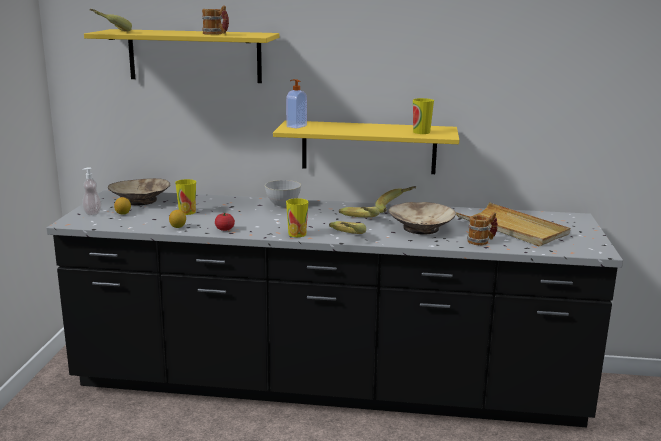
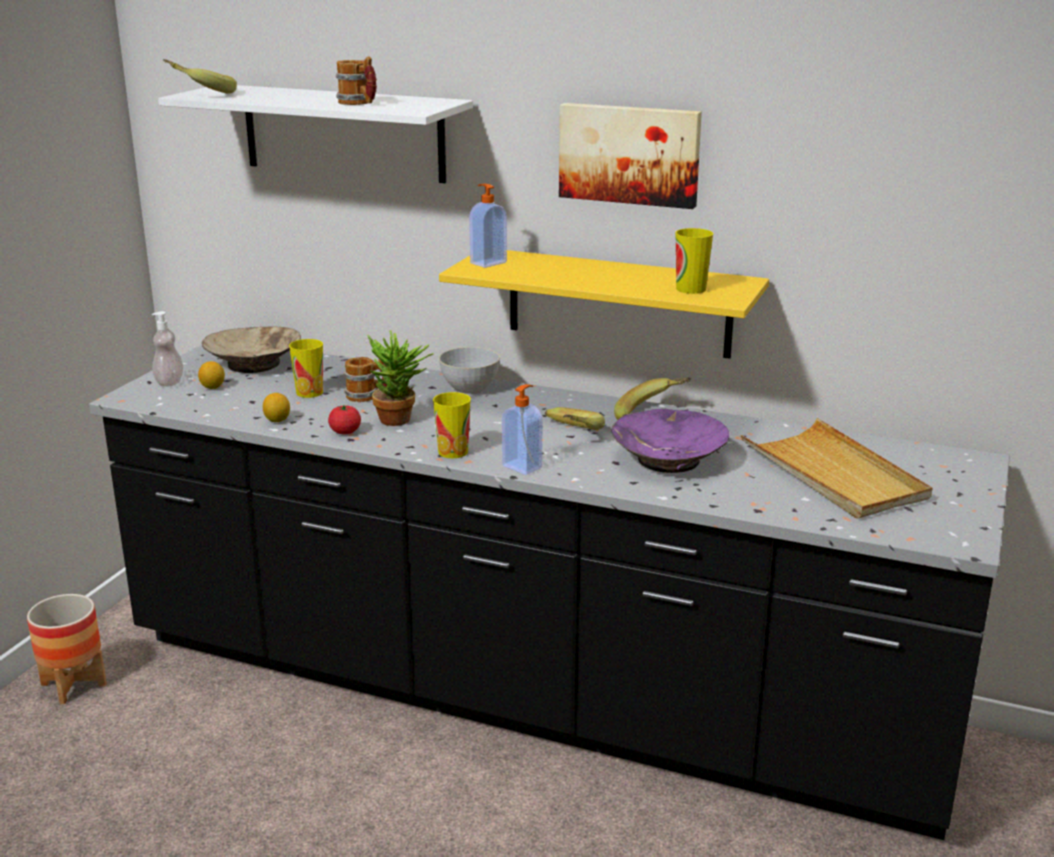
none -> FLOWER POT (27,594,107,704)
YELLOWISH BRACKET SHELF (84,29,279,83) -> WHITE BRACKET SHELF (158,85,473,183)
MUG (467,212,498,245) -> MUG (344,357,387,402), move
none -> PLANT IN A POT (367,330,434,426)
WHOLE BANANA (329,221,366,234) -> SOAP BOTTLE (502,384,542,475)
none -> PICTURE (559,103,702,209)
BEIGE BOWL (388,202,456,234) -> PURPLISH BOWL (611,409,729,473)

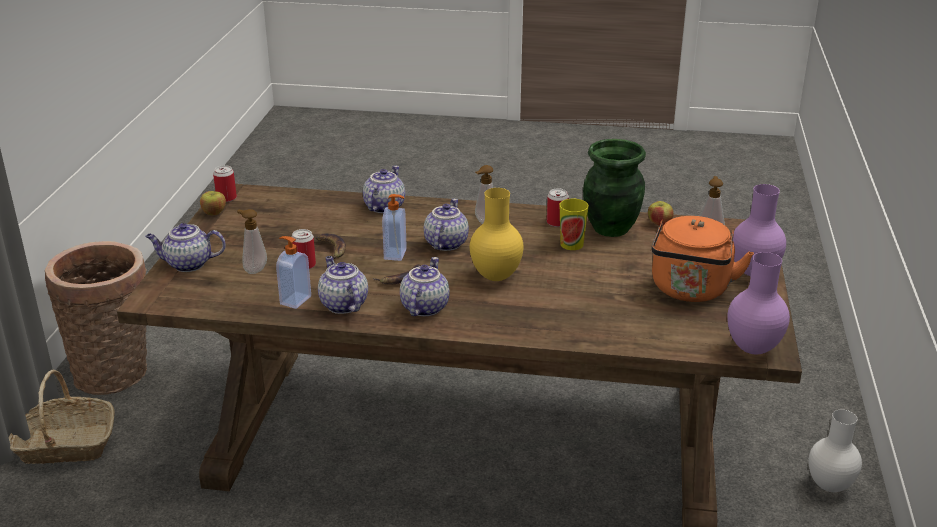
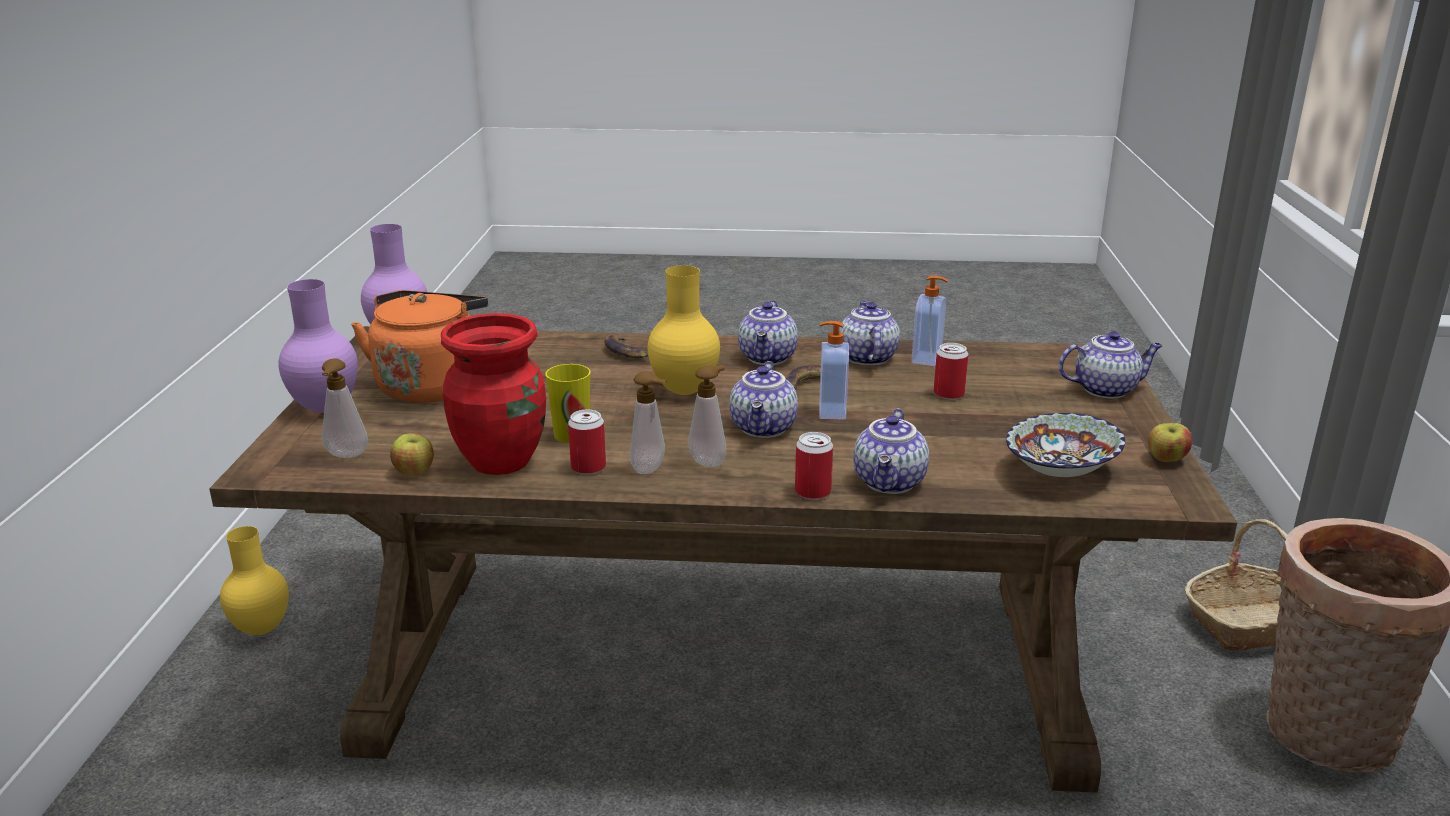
WHITE FLOWER VASE (809,409,862,492) -> YELLOWISH FLOWER VASE (220,526,289,635)
GREENISH FLOWER VASE (583,139,646,237) -> RED-COLOURED FLOWER VASE (441,313,546,475)
WHOLE BANANA (316,233,346,259) -> WHOLE BANANA (604,335,648,358), move
SOAP BOTTLE (237,209,267,274) -> SOAP BOTTLE (630,371,667,474), move
CAN (213,165,237,202) -> CAN (795,432,833,499), move
TEAPOT (318,256,368,314) -> TEAPOT (839,301,900,365), 150 degrees counterclockwise
none -> BOWL (1006,413,1125,477)

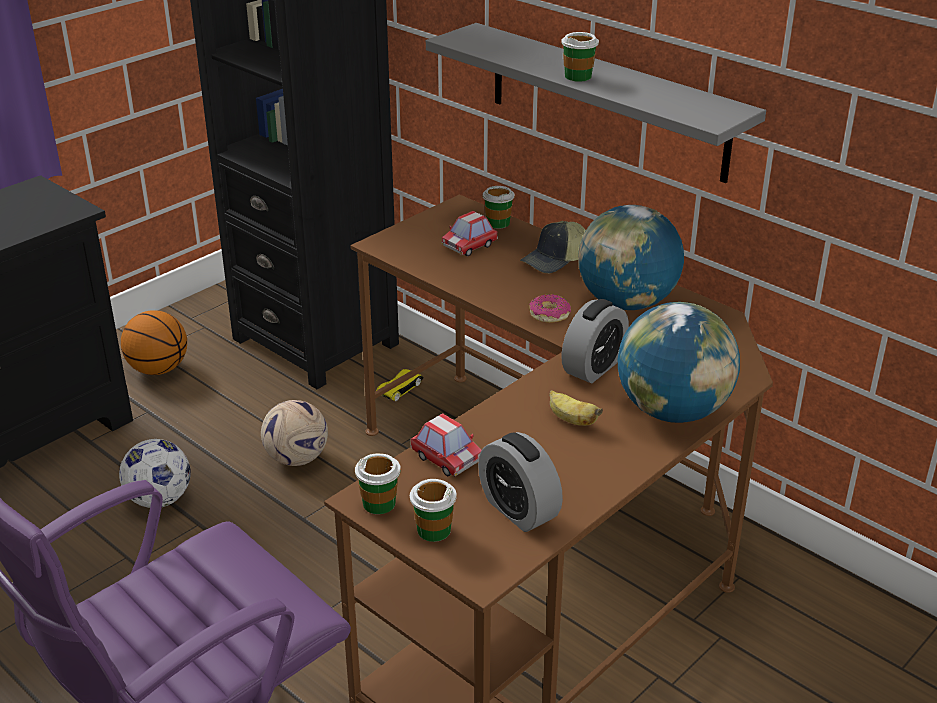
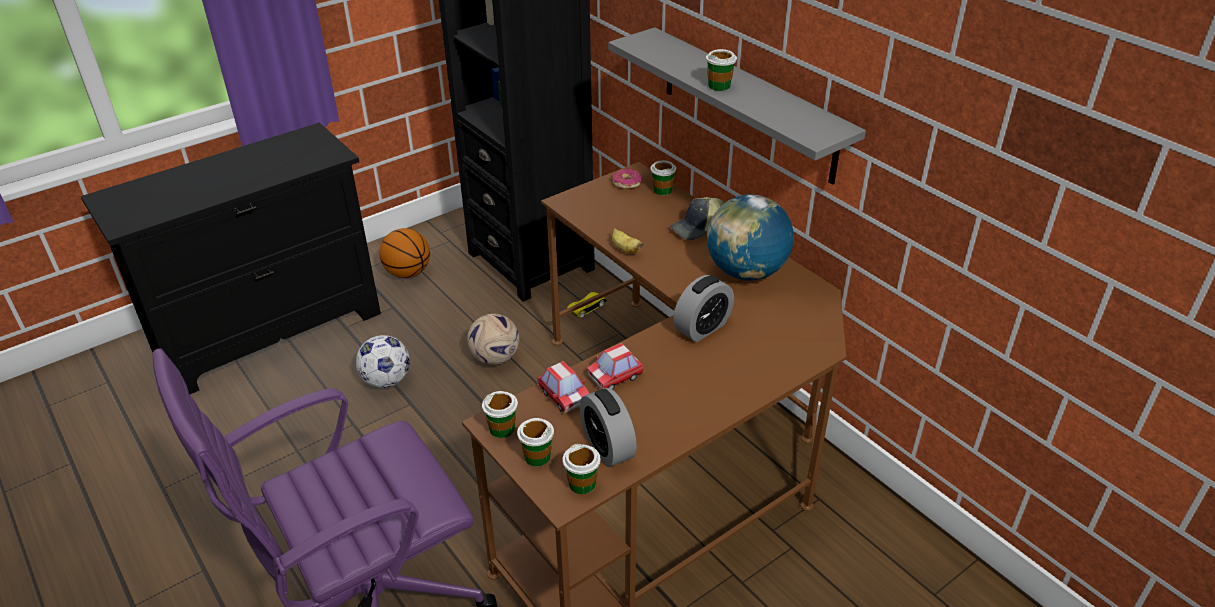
none -> CUP (563,444,601,494)
TOY CAR (442,211,498,256) -> TOY CAR (587,343,644,390), move
WHOLE BANANA (549,390,603,426) -> WHOLE BANANA (612,228,644,254), move
DONUT (529,294,571,323) -> DONUT (613,169,642,189), move
GLOBE (618,302,740,423) -> none

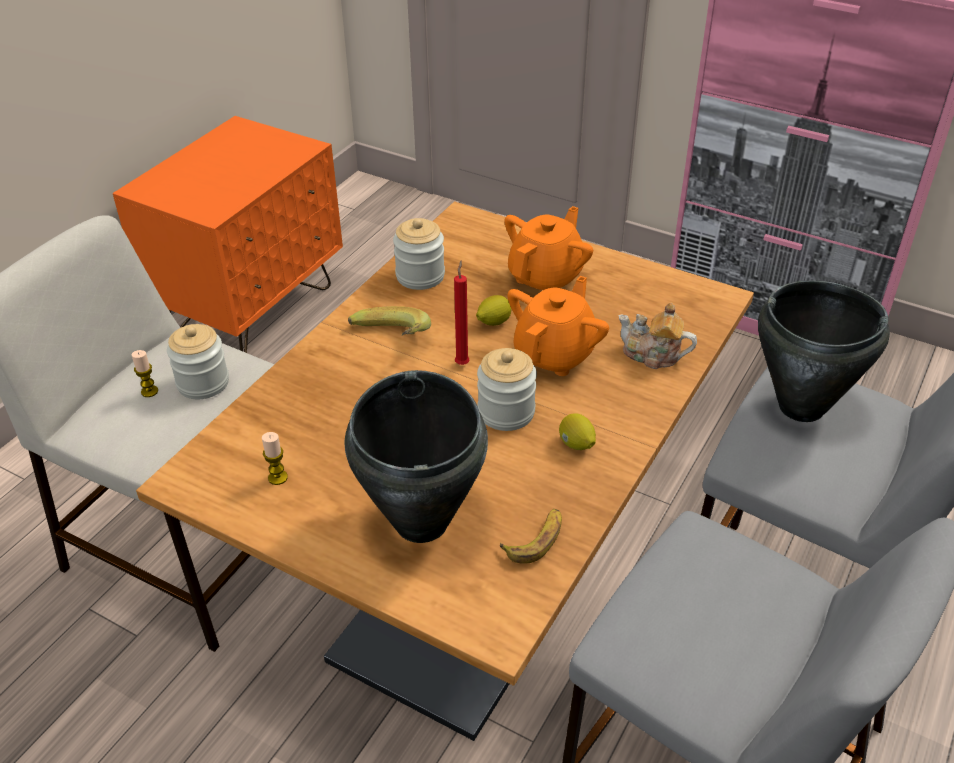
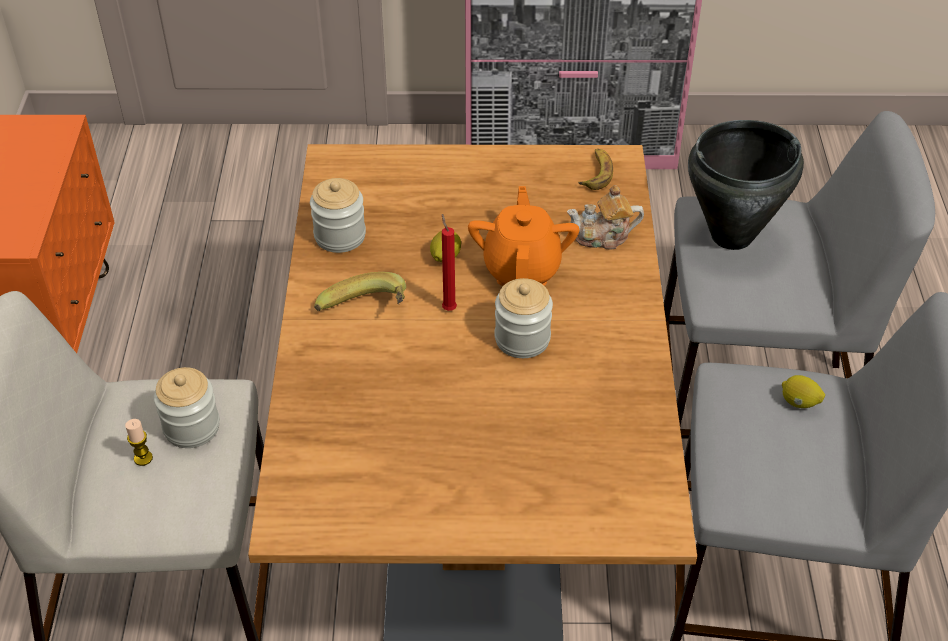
WHOLE BANANA (500,509,562,564) -> WHOLE BANANA (578,149,613,190), move
WHOLE LEMON (559,413,596,450) -> WHOLE LEMON (782,375,825,408), move
WAX CANDLE (262,432,288,485) -> none
BLACK-COLOURED COOKING POT (345,370,488,543) -> none
ORANGE TEAPOT (504,206,593,290) -> none

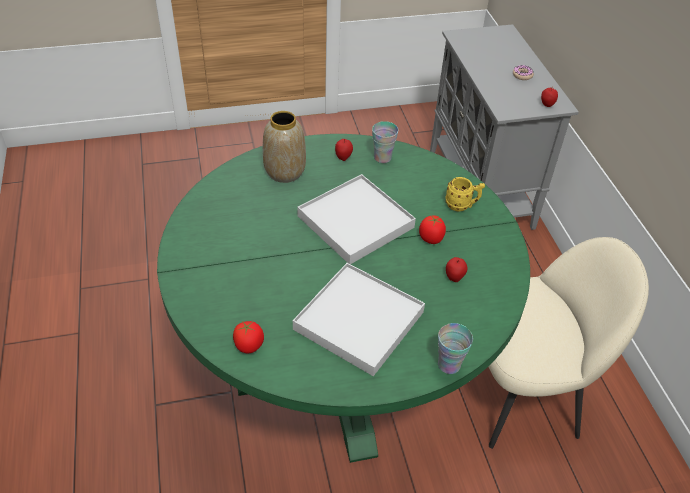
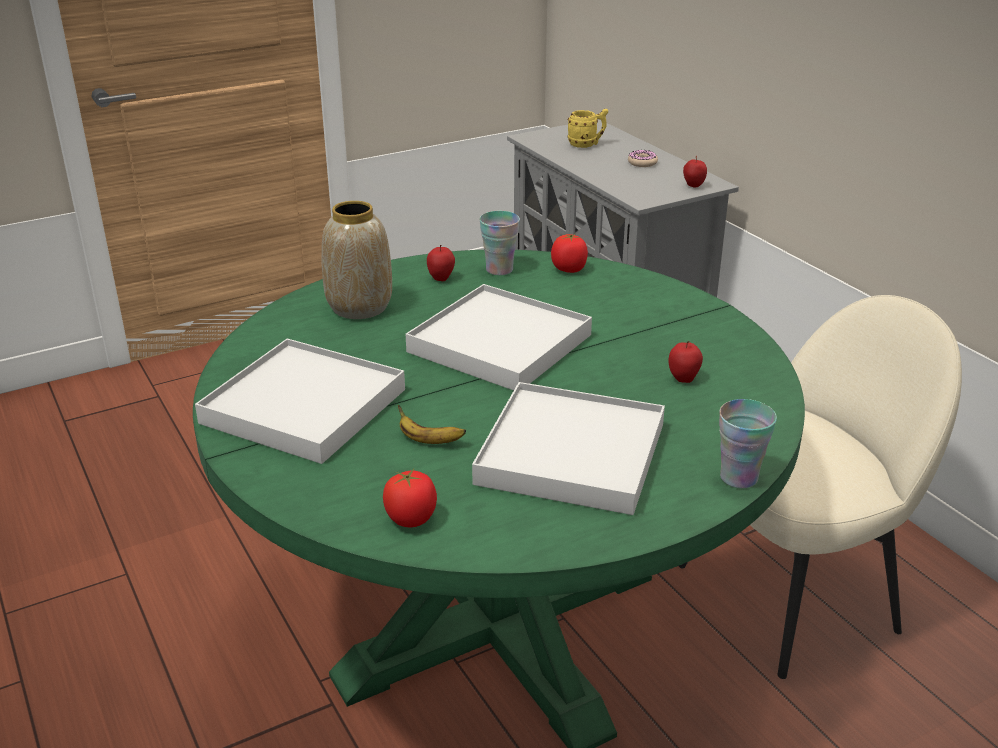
none -> WHITE SERVING TRAY (195,338,405,464)
none -> WHOLE BANANA (398,405,466,444)
WHOLE TOMATO (419,215,446,244) -> WHOLE TOMATO (551,233,588,273), move
YELLOWISH MUG (446,177,485,212) -> YELLOWISH MUG (568,109,608,148), move

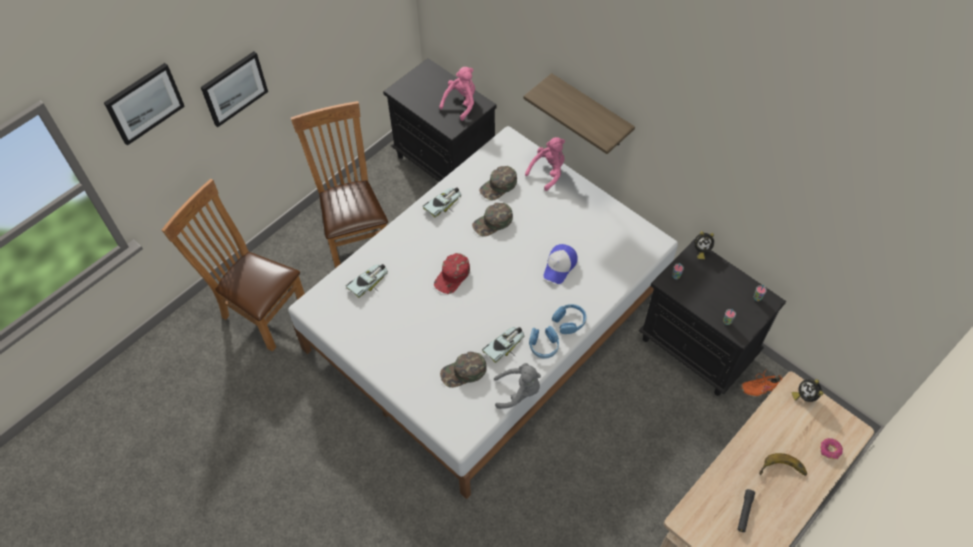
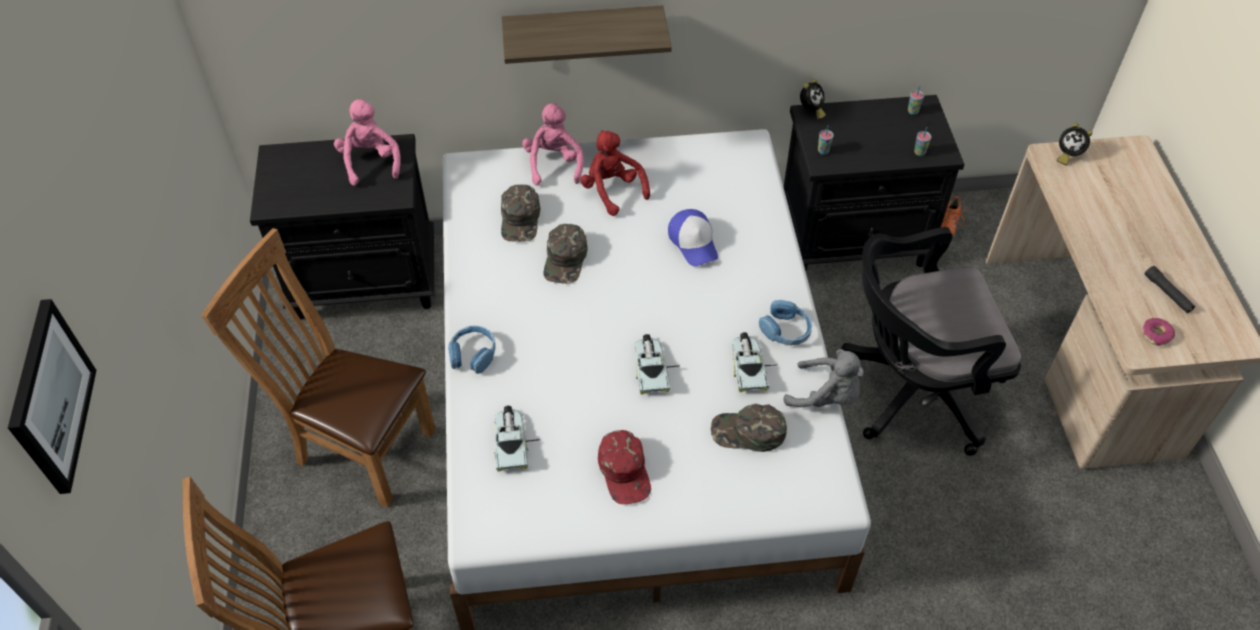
BLUE HEADPHONES (552,304,587,334) -> BLUE HEADPHONES (448,326,495,374), move
none -> RED-COLOURED CUDDLY TOY (580,130,650,216)
RED-COLOURED CAP (434,253,470,294) -> RED-COLOURED CAP (598,430,651,504), move
TOY CAR (423,187,461,217) -> TOY CAR (635,334,680,394), move
GREENISH CAP (440,351,487,388) -> GREENISH CAP (711,404,787,452), 75 degrees clockwise
GREYISH CUDDLY TOY (494,363,541,409) -> GREYISH CUDDLY TOY (784,349,864,407), 75 degrees clockwise
none -> BLACK-COLOURED COMPUTER CHAIR (841,227,1021,456)
DONUT (820,438,843,459) -> DONUT (1142,318,1175,346), move
PICTURE (201,51,268,127) -> none
WHOLE BANANA (759,453,807,476) -> none

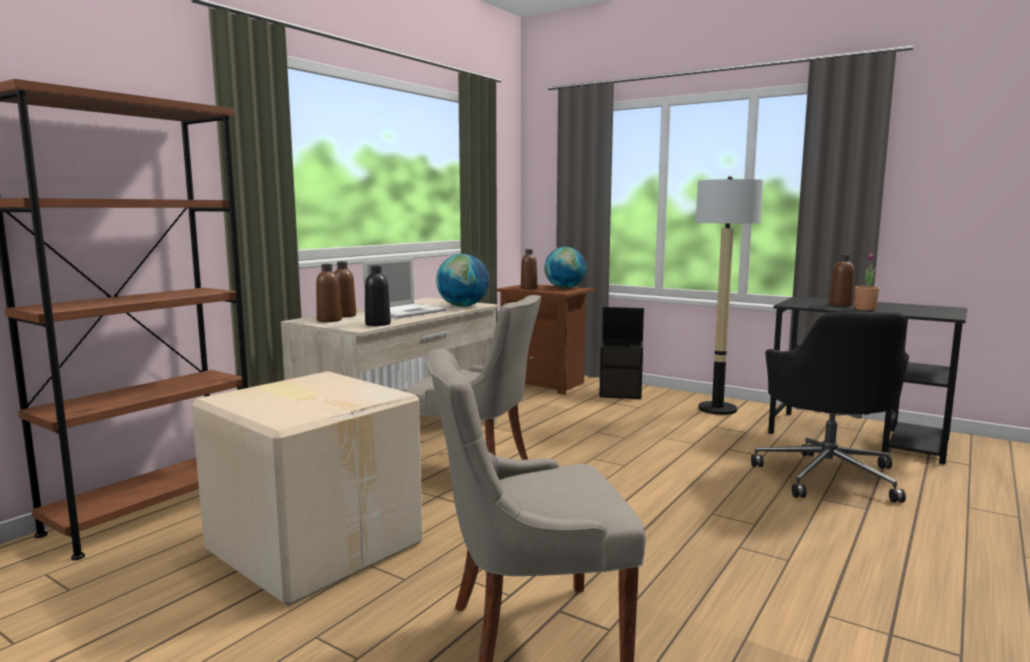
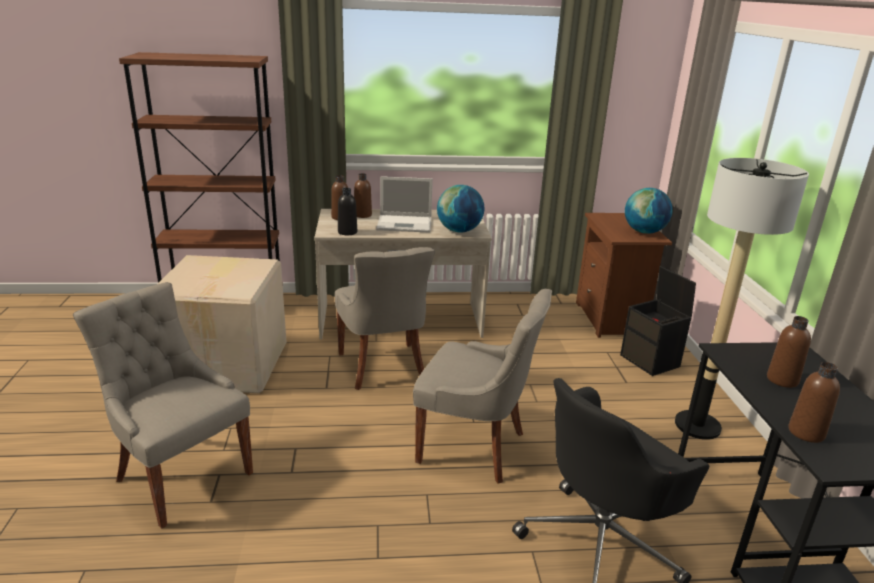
none -> GREYISH PLAIN CHAIR (413,289,552,483)
BROWN DRINK BOTTLE (521,249,537,289) -> BROWN DRINK BOTTLE (789,362,840,443), move
PLANT IN A POT (855,254,880,311) -> none

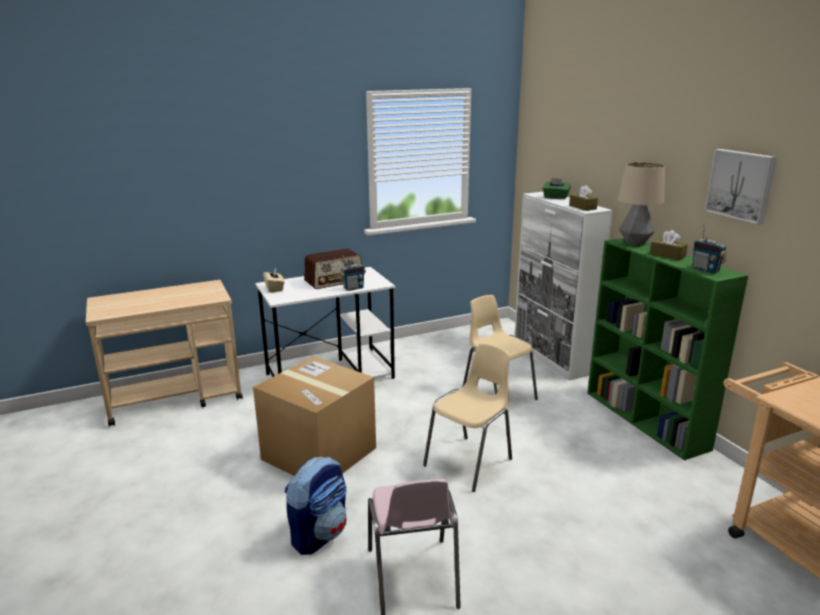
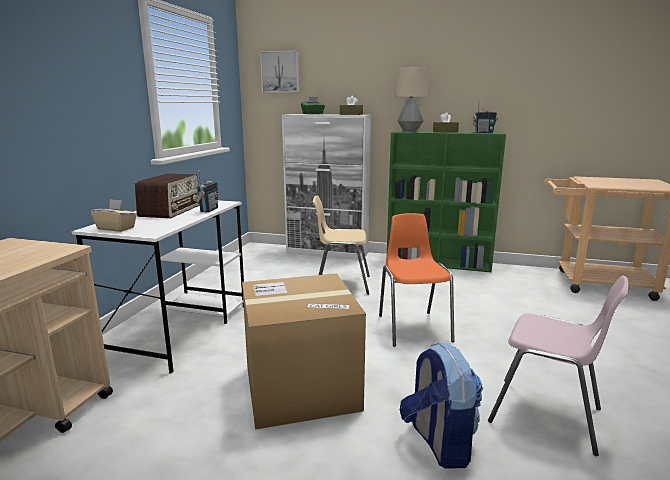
PICTURE (704,149,777,224) -> PICTURE (260,51,299,93), move
BEIGE PLAIN CHAIR (423,343,512,492) -> ORANGE PLAIN CHAIR (379,213,454,347)

